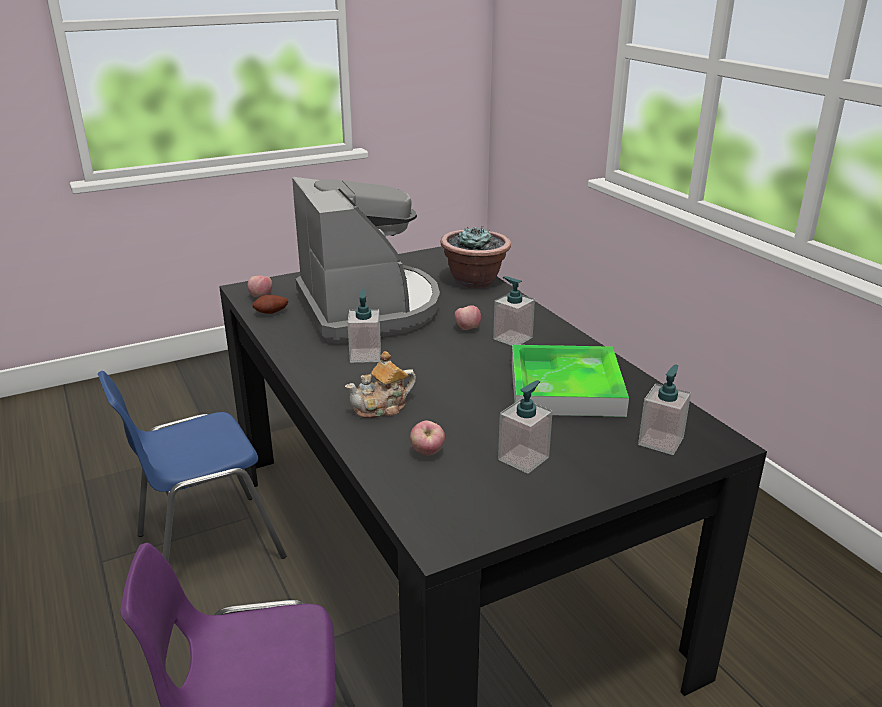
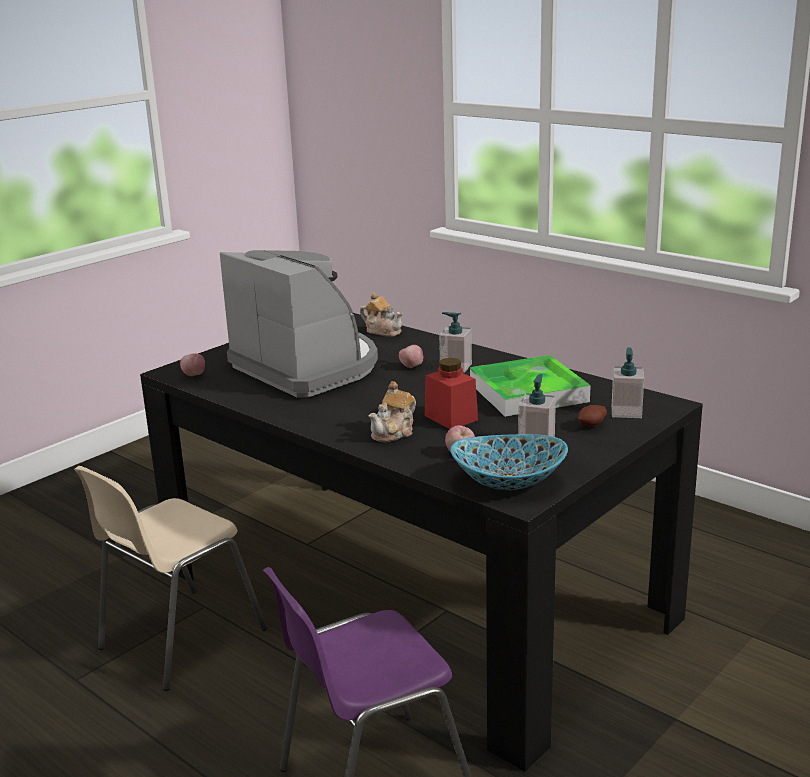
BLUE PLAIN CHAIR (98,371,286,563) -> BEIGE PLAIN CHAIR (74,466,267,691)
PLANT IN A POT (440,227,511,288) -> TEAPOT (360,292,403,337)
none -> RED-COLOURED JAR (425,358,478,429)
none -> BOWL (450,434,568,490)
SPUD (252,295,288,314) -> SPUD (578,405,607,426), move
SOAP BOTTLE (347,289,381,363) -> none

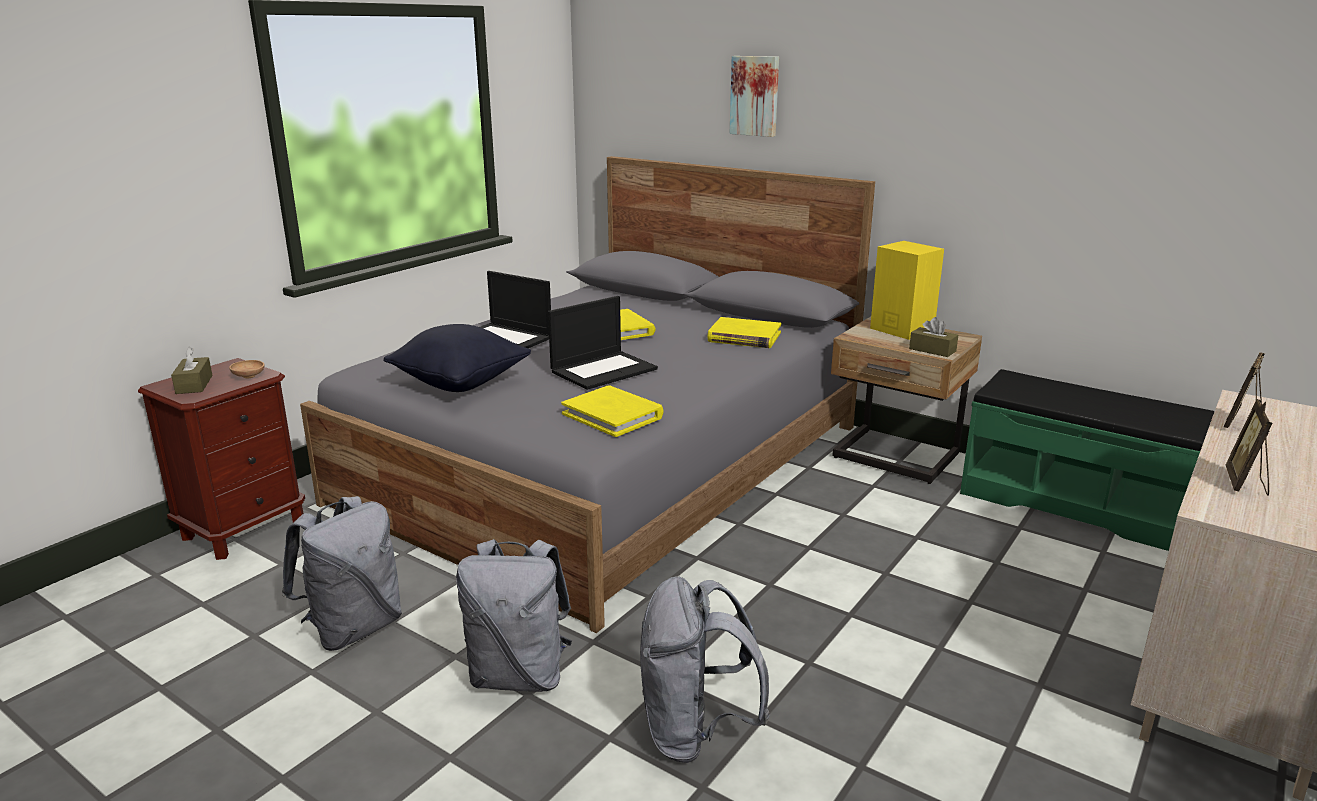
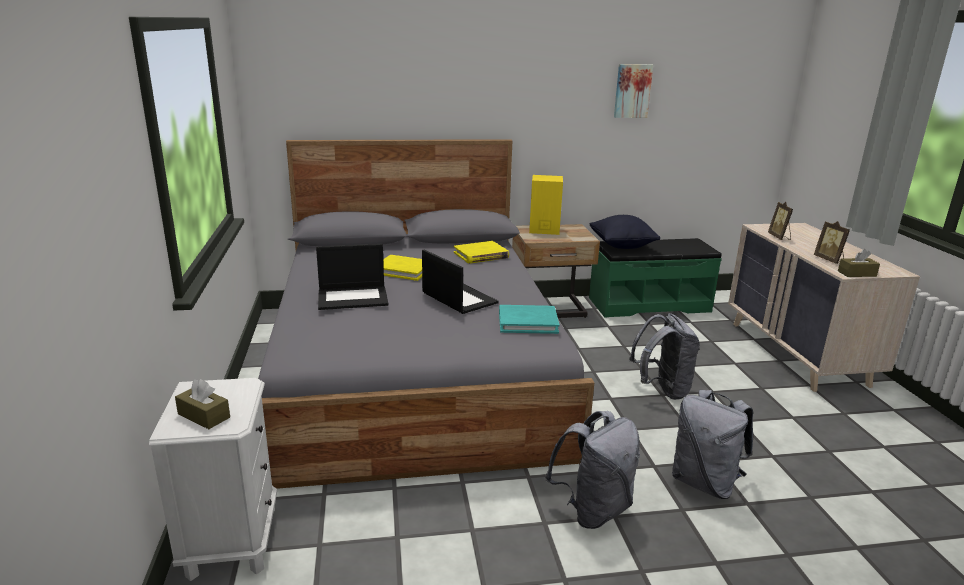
BROWN NIGHTSTAND (138,358,305,560) -> WHITE NIGHTSTAND (149,378,277,581)
NOTEBOOK COMPUTER (548,296,658,390) -> NOTEBOOK COMPUTER (422,250,499,314), 45 degrees counterclockwise
YELLOWISH BOUND BOOK (561,385,664,437) -> TURQUOISE BOUND BOOK (499,305,559,334)
BLACK-COLOURED CUSHION (383,324,531,392) -> BLACK-COLOURED CUSHION (590,215,660,249), move
PICTURE (730,56,779,137) -> PICTURE (614,64,653,118), move
GREYISH KNAPSACK (282,496,402,651) -> GREYISH KNAPSACK (629,313,700,400), move
BROWN TISSUE HOLDER (909,317,958,357) -> BROWN TISSUE HOLDER (838,249,880,277), move
BROWN BOWL (229,360,264,378) -> none

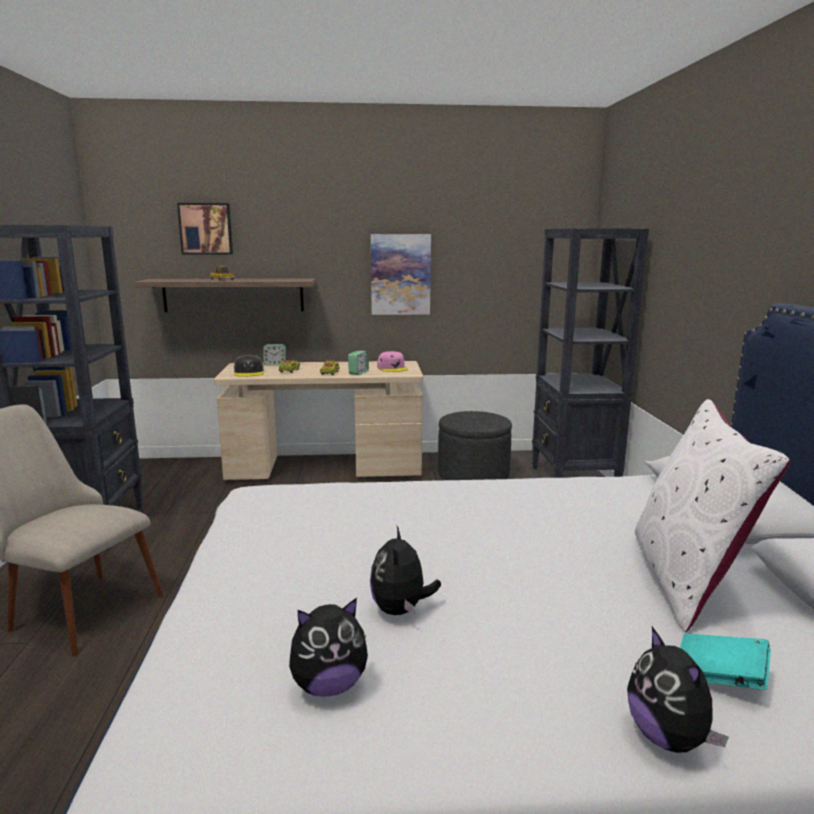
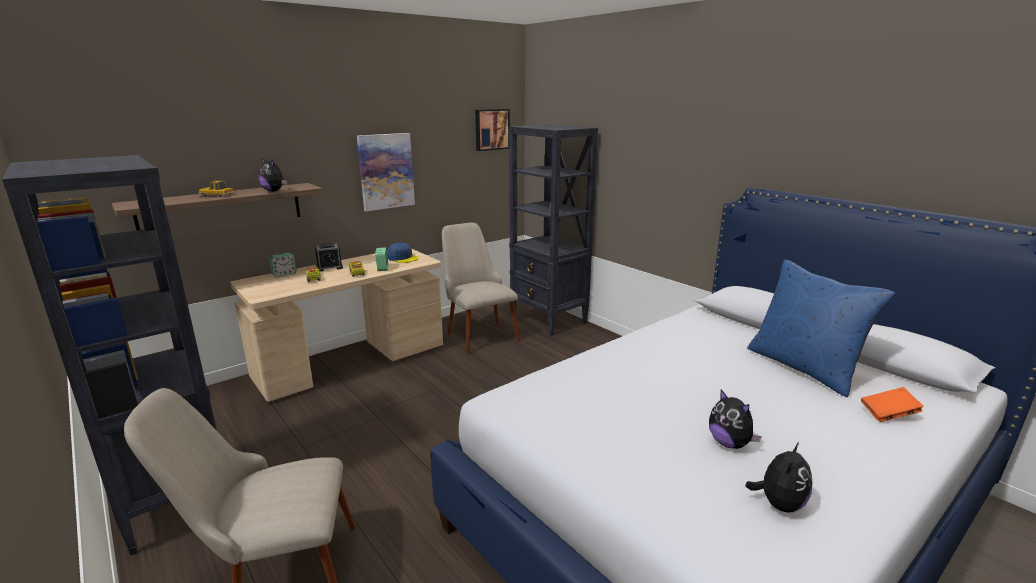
CUDDLY TOY (627,627,729,753) -> CUDDLY TOY (259,158,287,192), move
none -> ALARM CLOCK (315,243,343,272)
PINK-COLOURED CAP (377,351,408,372) -> BLUE CAP (387,243,419,263)
GREYISH OTTOMAN (438,411,512,480) -> BEIGE PLAIN CHAIR (442,223,520,354)
PICTURE (177,203,233,254) -> PICTURE (475,109,510,151), move
WHITE CUSHION (635,399,791,632) -> BLUE CUSHION (747,260,895,397)
TURQUOISE BOUND BOOK (680,633,771,690) -> ORANGE BOUND BOOK (861,387,924,422)
GREYISH CAP (234,355,264,377) -> none

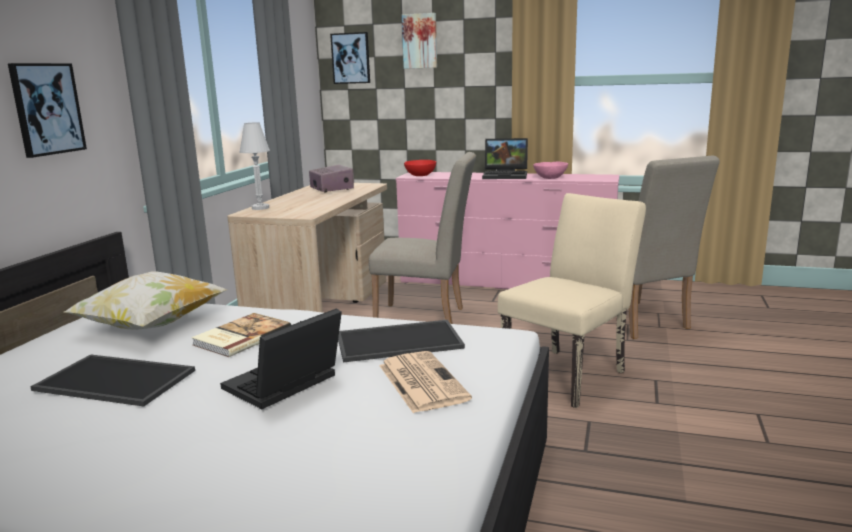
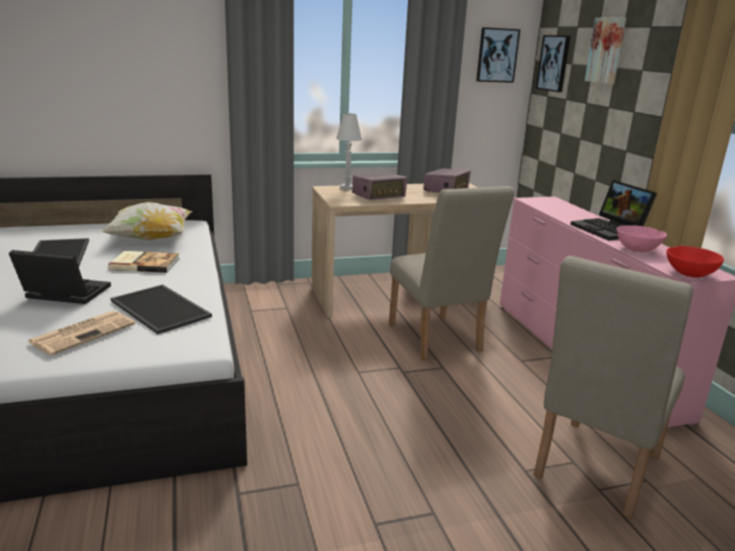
none -> RADIO (352,173,407,200)
PICTURE (8,63,87,158) -> PICTURE (476,27,520,83), move
RED-COLOURED BOWL (404,160,436,176) -> RED-COLOURED BOWL (666,246,724,278), move
BEIGE PLAIN CHAIR (498,193,646,408) -> none

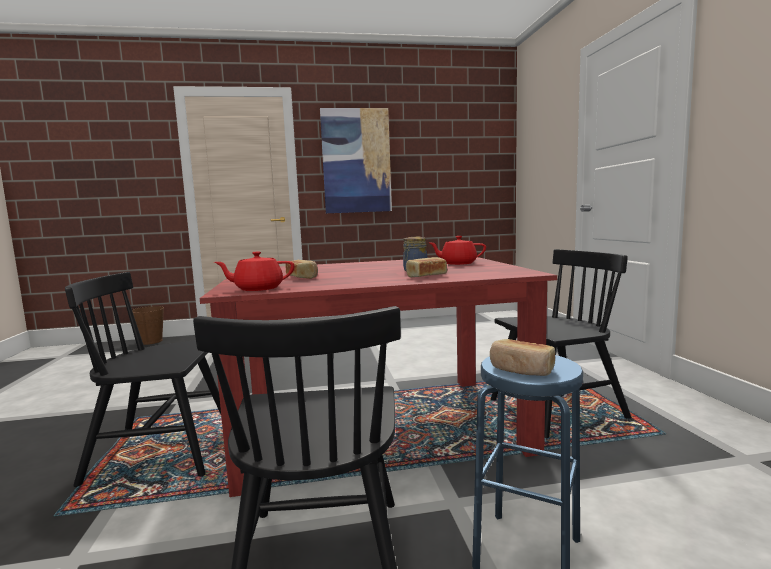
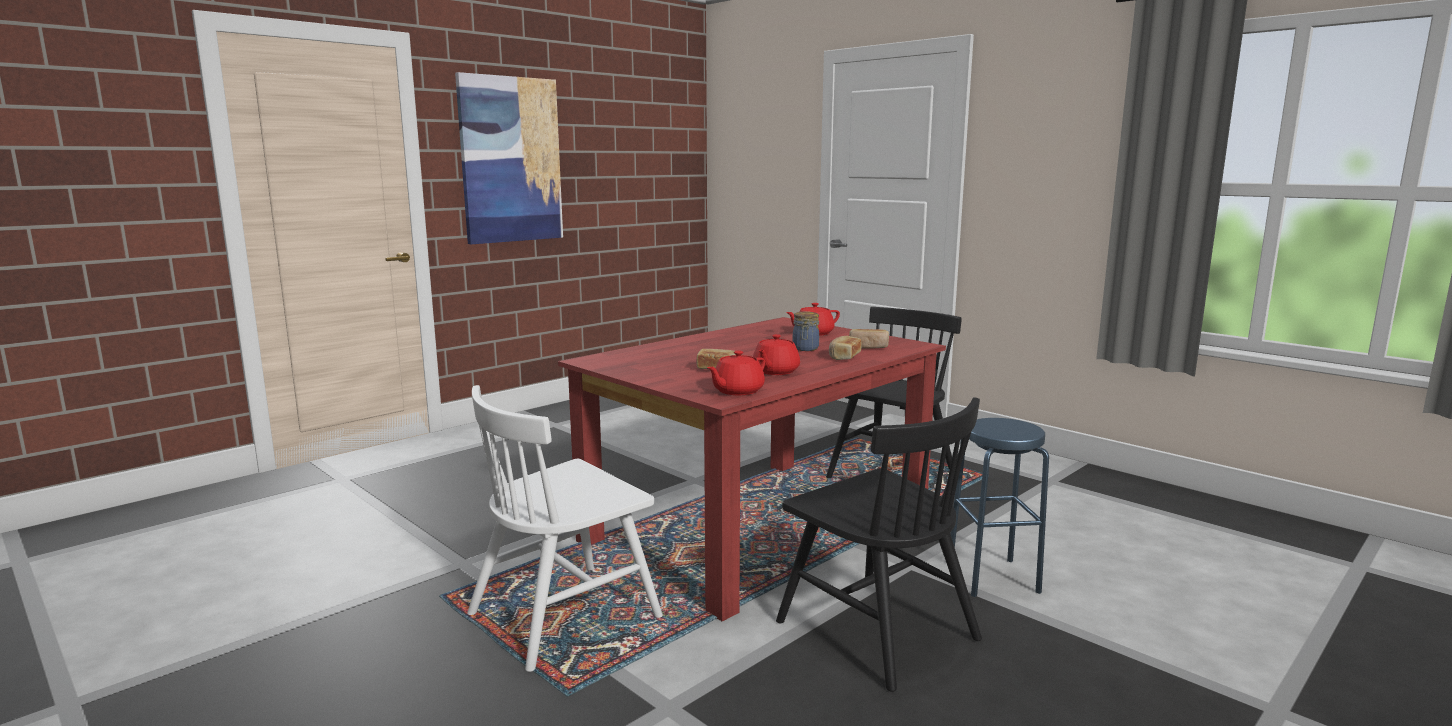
BLACK-COLOURED PLAIN CHAIR (65,272,221,487) -> WHITE PLAIN CHAIR (467,385,663,672)
none -> RED-COLOURED TEAPOT (753,334,800,375)
BAKED BREAD (490,339,555,376) -> BAKED BREAD (849,329,889,349), move
BROWN WATER BUCKET (132,305,164,345) -> none

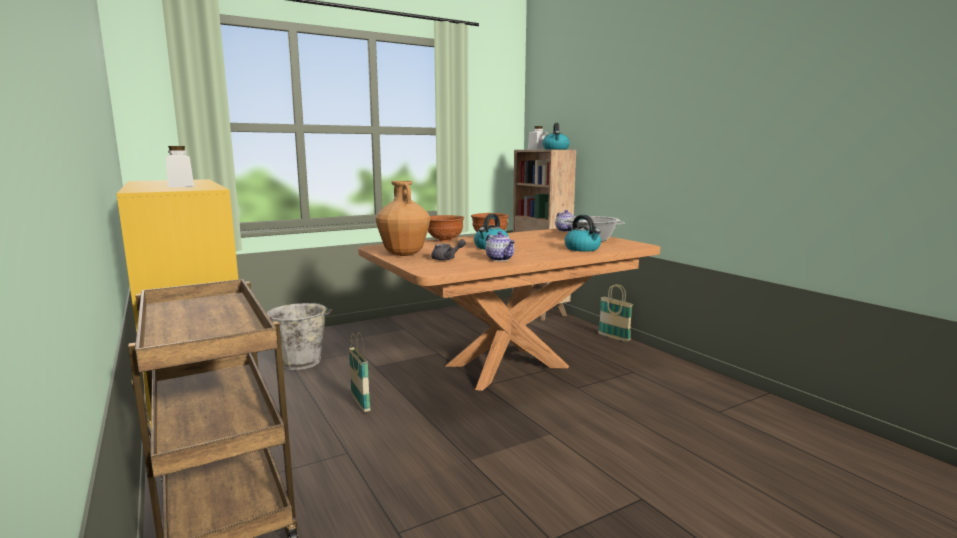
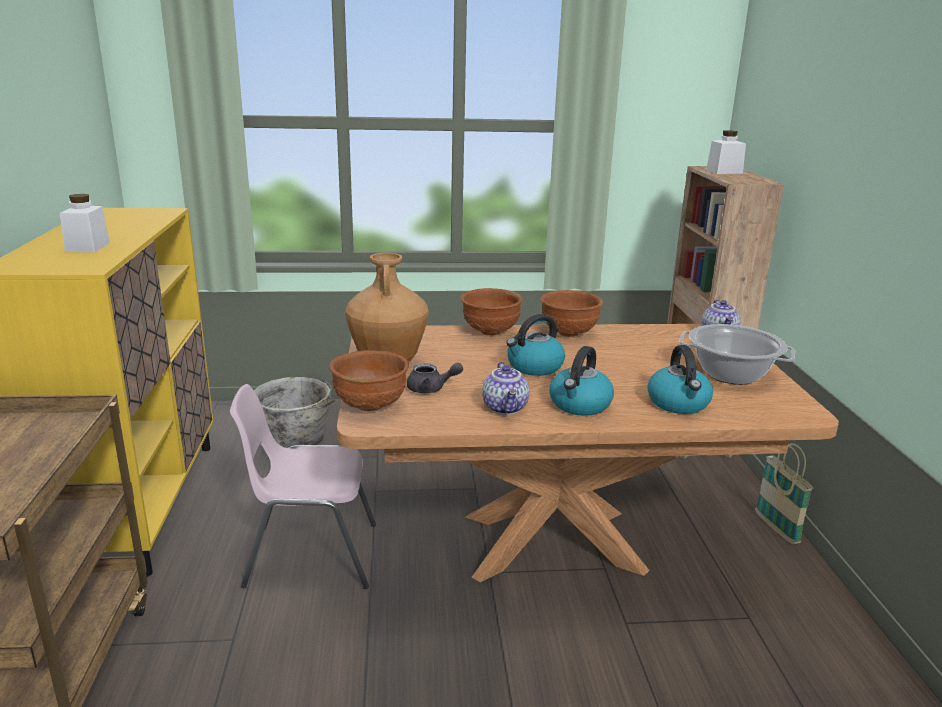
STORAGE BASKET (349,332,370,413) -> PINK-COLOURED PLAIN CHAIR (230,384,376,589)
none -> BROWN BOWL (329,350,409,411)
KETTLE (542,123,570,149) -> KETTLE (549,346,614,416), move

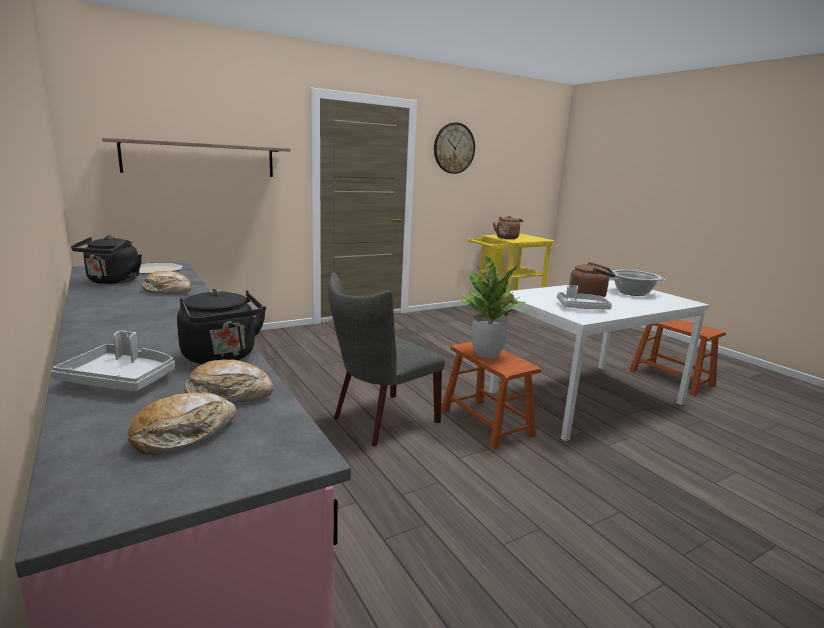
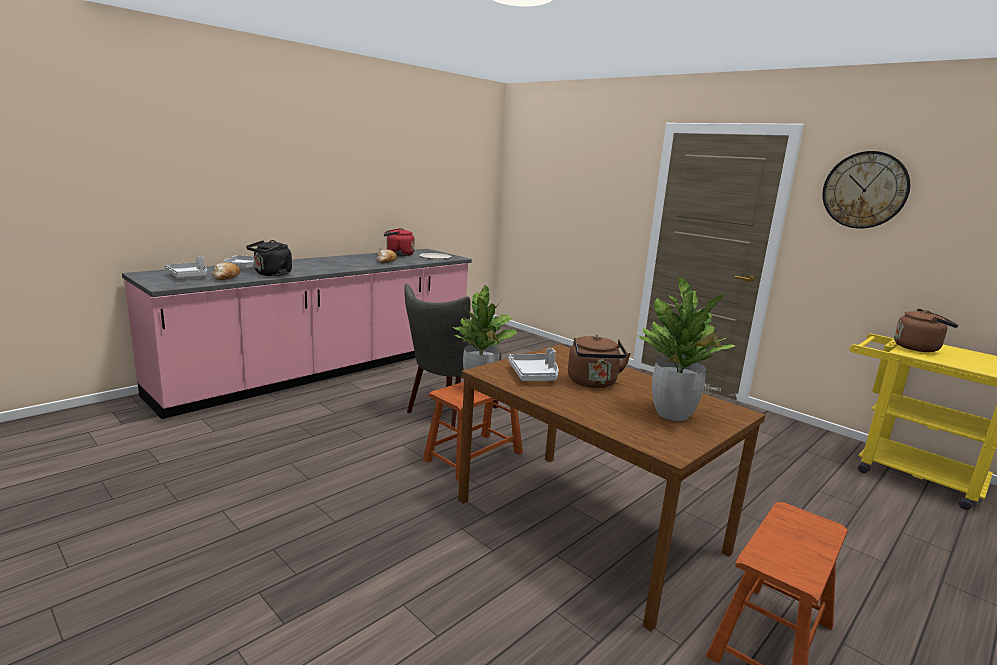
BAKED BREAD (128,392,236,455) -> GREYISH SERVING TRAY (165,256,207,278)
BLACK-COLOURED KETTLE (71,235,142,284) -> RED-COLOURED KETTLE (384,228,415,256)
GREYISH PLAIN CHAIR (328,272,445,447) -> GREYISH PLAIN CHAIR (404,283,501,430), 90 degrees counterclockwise
WHITE DINING TABLE (489,280,709,441) -> BROWN DINING TABLE (458,344,765,632)
COOKING POT (610,270,666,296) -> PLANT IN A POT (636,277,736,421)
BRACKET SHELF (102,138,291,177) -> none

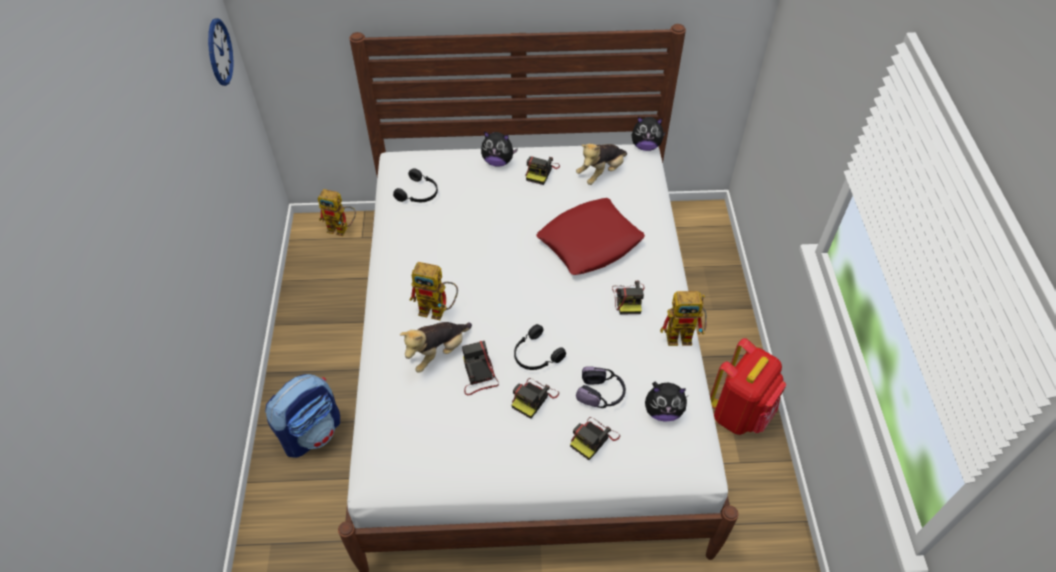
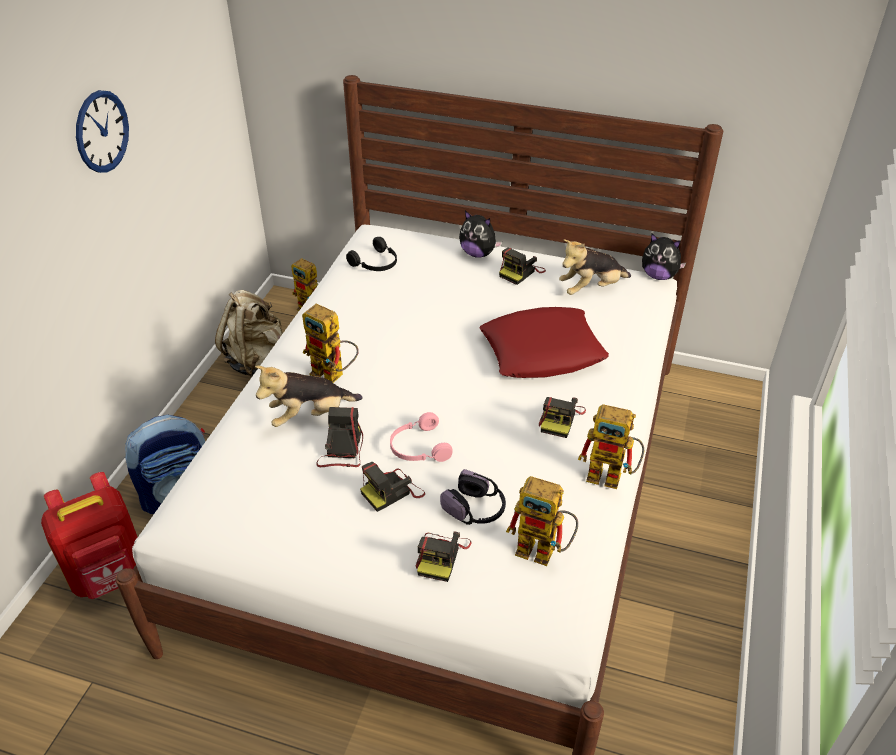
RED-COLOURED KNAPSACK (710,338,786,435) -> RED-COLOURED KNAPSACK (41,472,137,599), move
WALL CLOCK (208,18,234,86) -> WALL CLOCK (76,90,129,173), move
none -> BEIGE KNAPSACK (215,290,283,378)
BLACK-COLOURED HEADPHONES (514,324,566,370) -> PINK-COLOURED HEADPHONES (390,412,453,462)
PHOTO CAMERA (570,417,620,460) -> PHOTO CAMERA (416,532,471,582), 45 degrees counterclockwise
CUDDLY TOY (645,381,687,422) -> TOY ROBOT (506,476,578,566)

